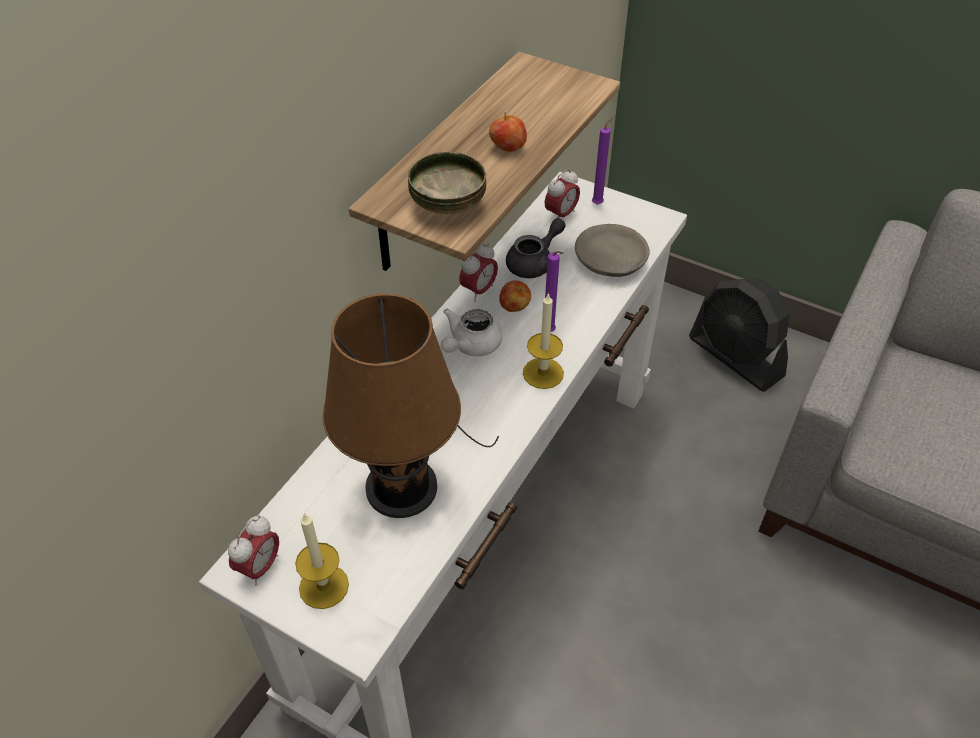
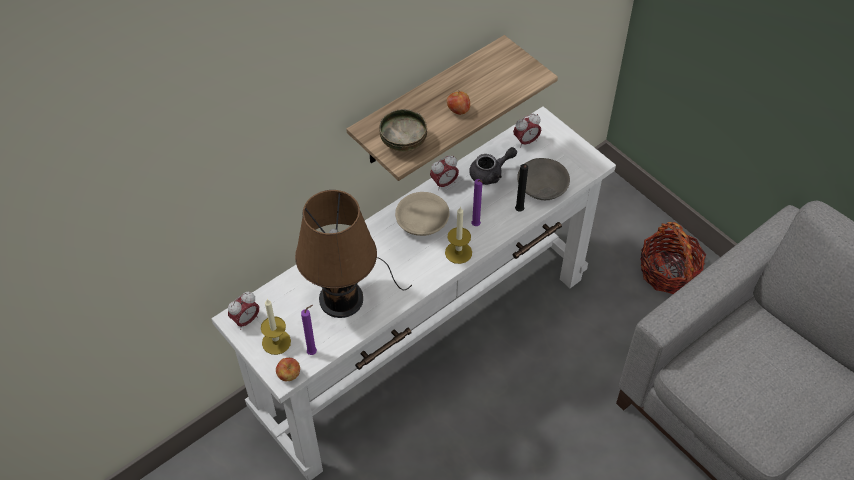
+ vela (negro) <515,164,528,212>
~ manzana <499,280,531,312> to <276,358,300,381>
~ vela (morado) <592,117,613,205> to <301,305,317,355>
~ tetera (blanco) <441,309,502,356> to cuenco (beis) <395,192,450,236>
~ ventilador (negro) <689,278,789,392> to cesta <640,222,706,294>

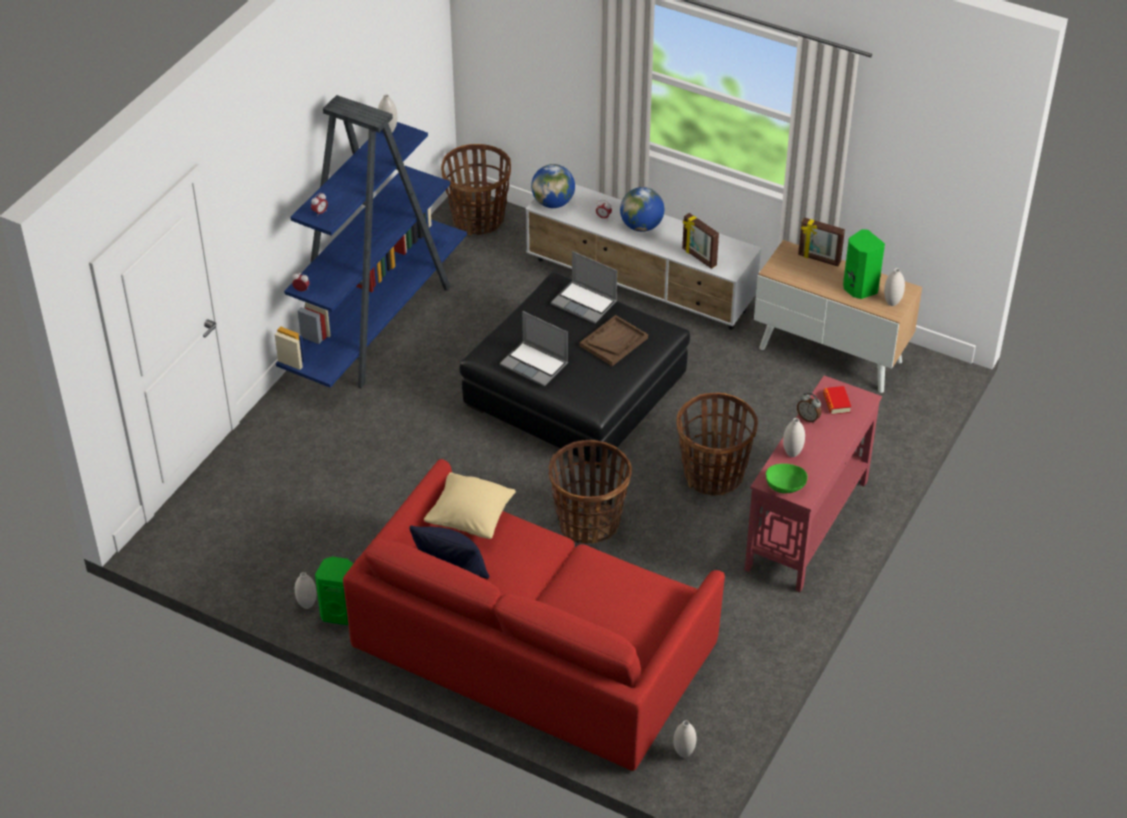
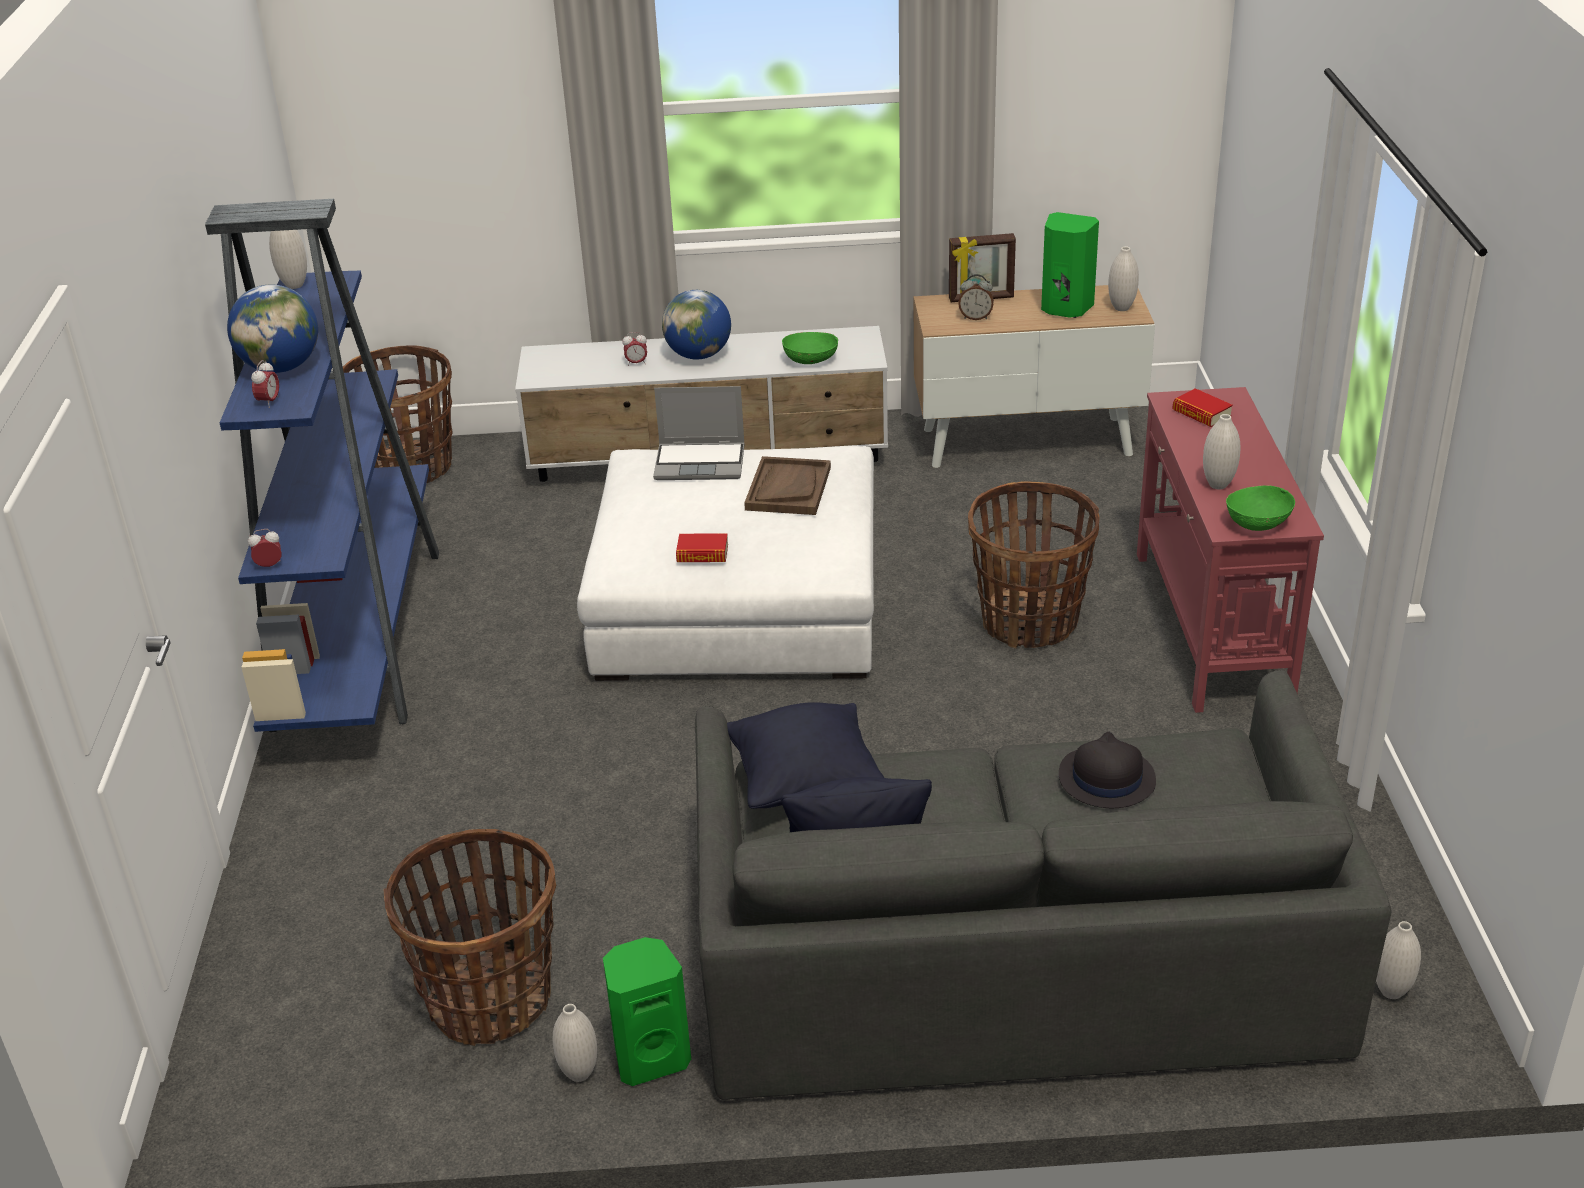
+ sombrero (negro) <1059,732,1156,808>
~ globo terráqueo <531,164,575,208> to <227,284,318,373>
~ cesta <549,440,632,544> to <384,829,556,1046>
~ despertador <797,393,821,423> to <958,274,994,320>
~ portátil <500,311,568,386> to libro <676,534,728,562>
~ portarretratos <682,213,719,269> to cuenco (verde) <782,332,839,364>
~ sofá (rojo) <343,459,725,771> to sofá (gris) <695,670,1392,1100>
~ cojín (beis) <424,472,516,539> to cojín (negro) <727,702,884,809>
~ puf (negro) <459,272,690,469> to puf (blanco) <577,446,874,681>

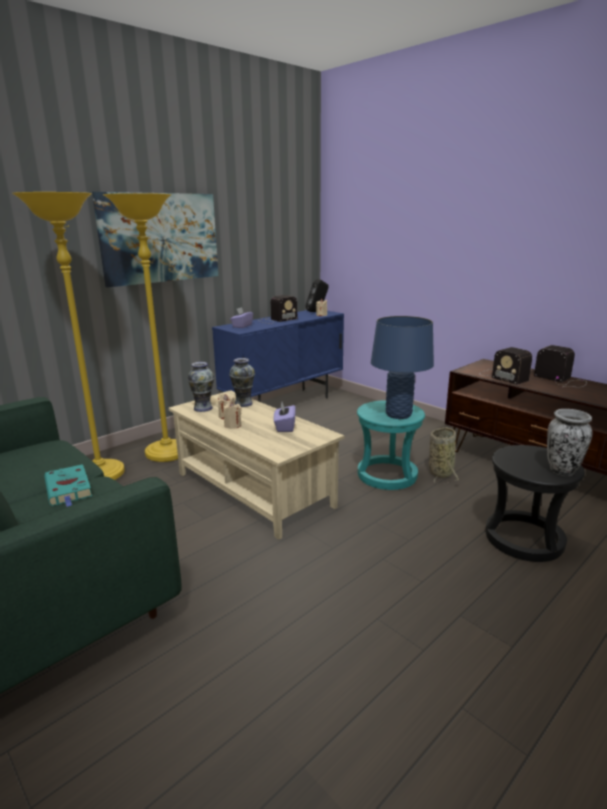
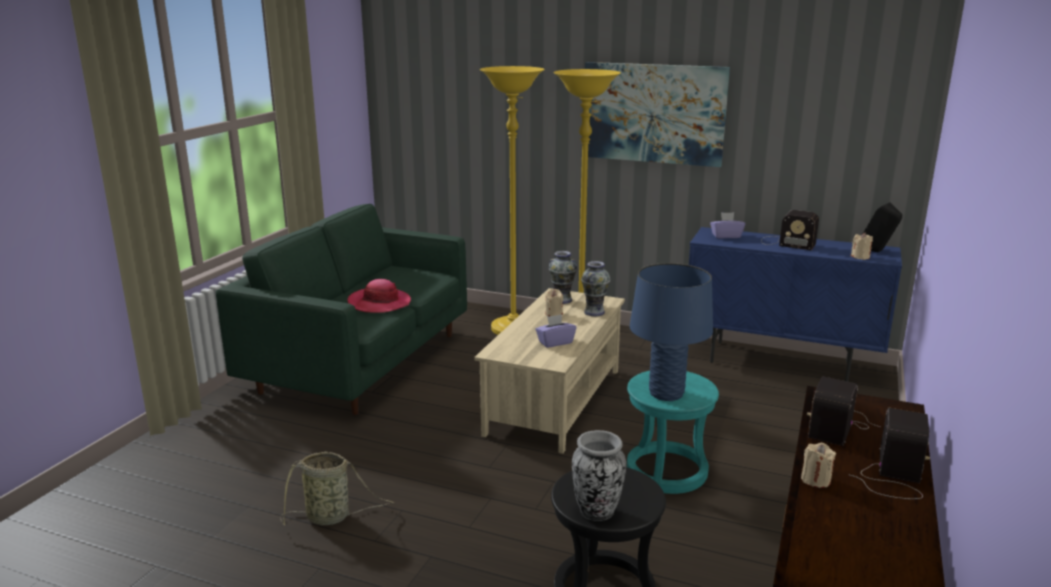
~ vela (beis) <223,402,242,429> to <801,443,836,488>
~ cesta <429,427,460,483> to <280,452,394,525>
~ libro (turquesa) <44,464,92,507> to sombrero <348,279,411,313>

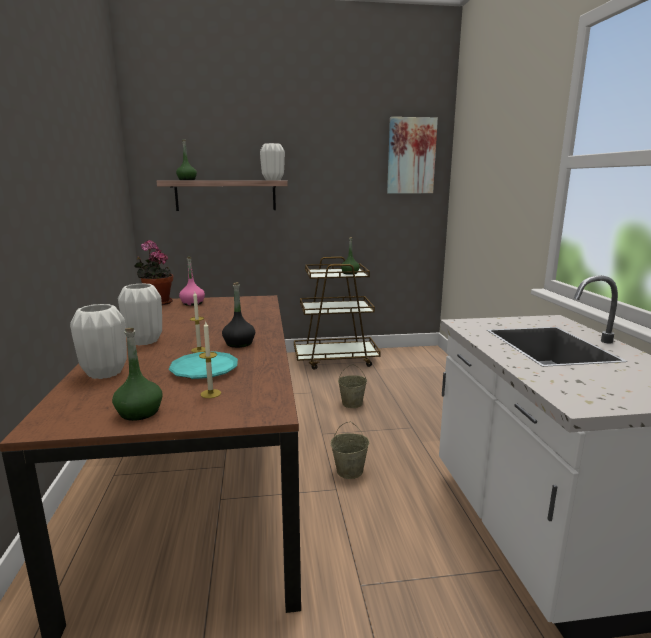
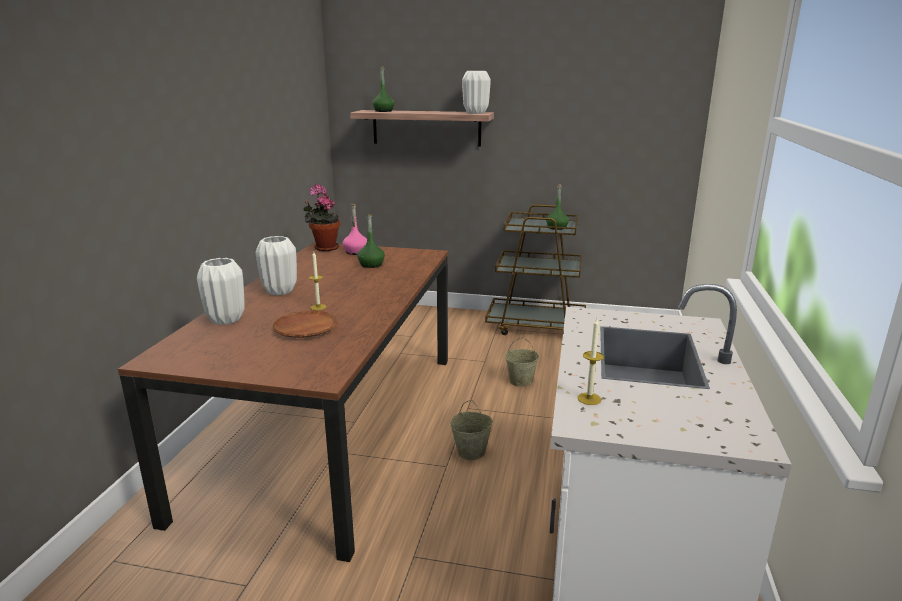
- botella (negro) <222,282,255,348>
- cuadro <387,117,438,193>
~ botella (verde) <112,328,163,421> to <357,214,385,268>
~ vela <199,321,221,398> to <577,318,604,405>
~ plato (turquesa) <169,351,238,379> to plato (marrón) <273,310,338,338>

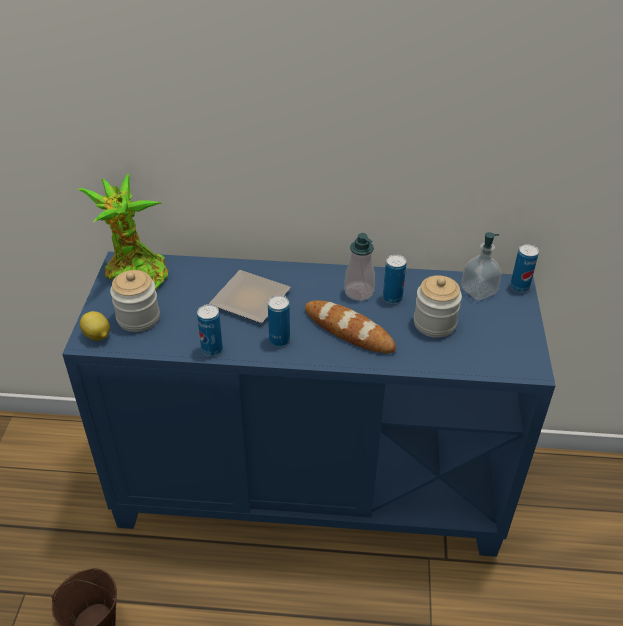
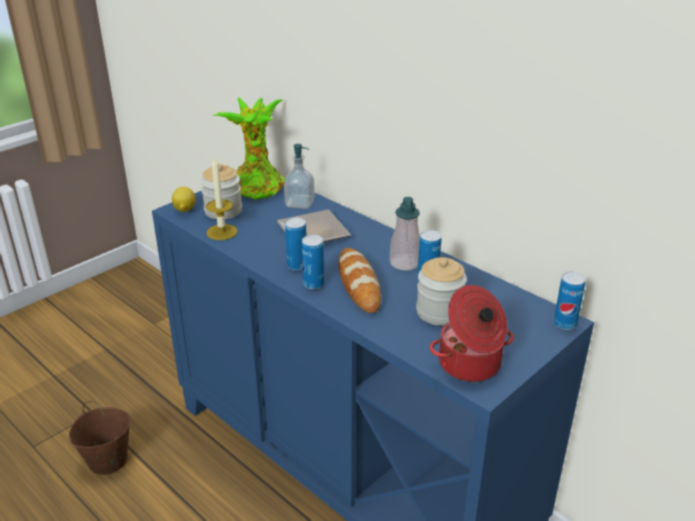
+ vela <206,157,238,240>
+ olla <430,285,514,382>
~ lata <197,304,223,356> to <302,235,324,289>
~ dispensador de jabón <461,232,502,300> to <284,144,315,209>

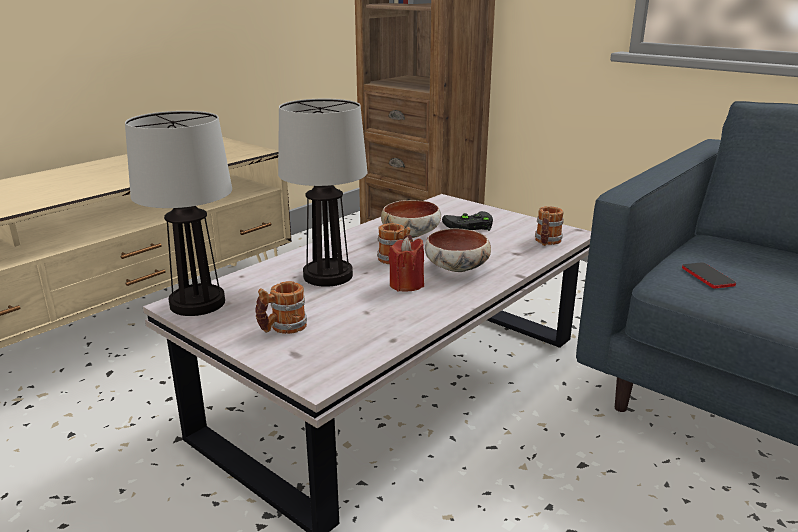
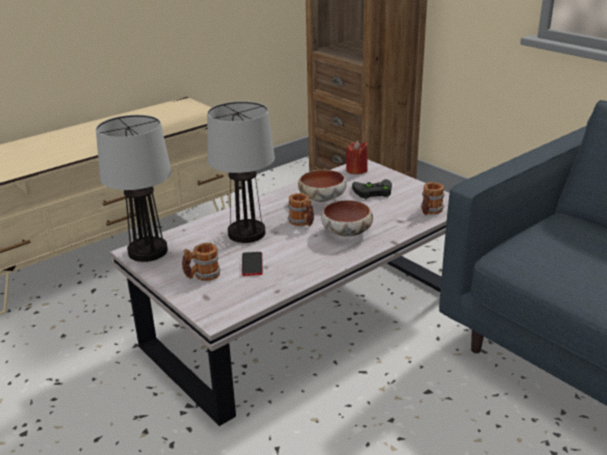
~ vela (rojo) <388,236,424,292> to <346,140,368,174>
~ móvil <682,262,736,289> to <242,252,263,276>

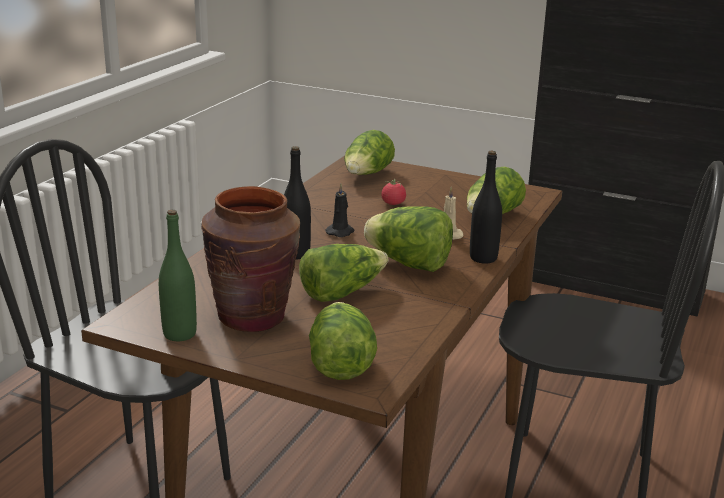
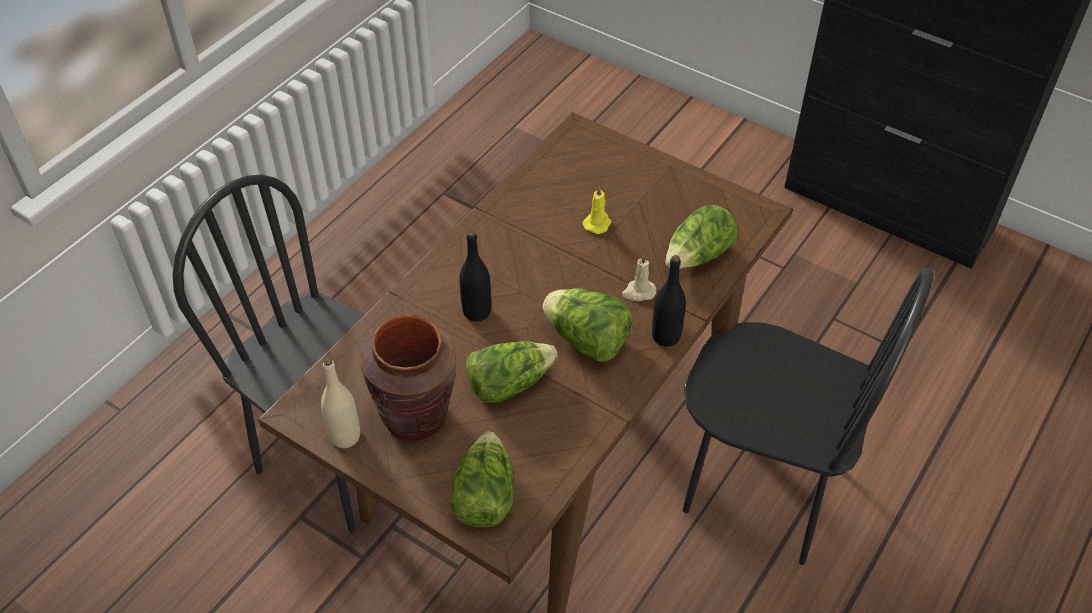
- vela (negro) <325,184,354,237>
- lechuga <344,130,395,175>
~ tomate <381,179,406,205> to vela (amarillo) <583,186,612,234>
~ botella (verde) <159,210,197,341> to botella (beis) <321,357,360,448>

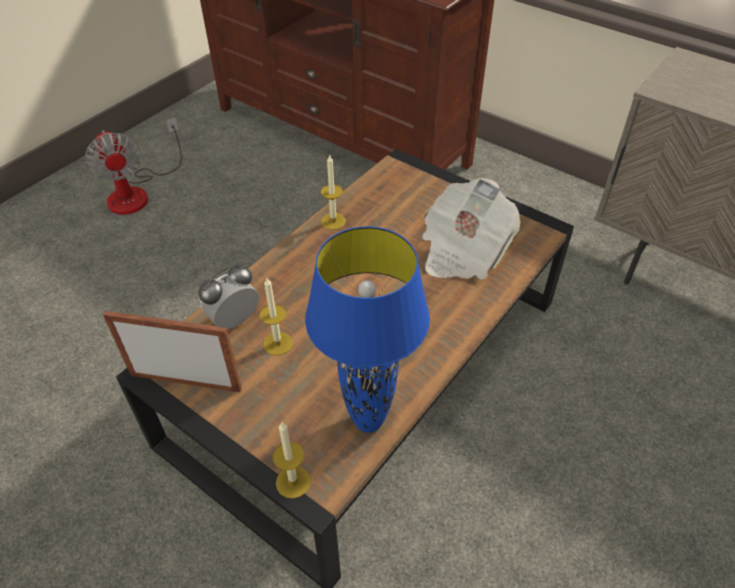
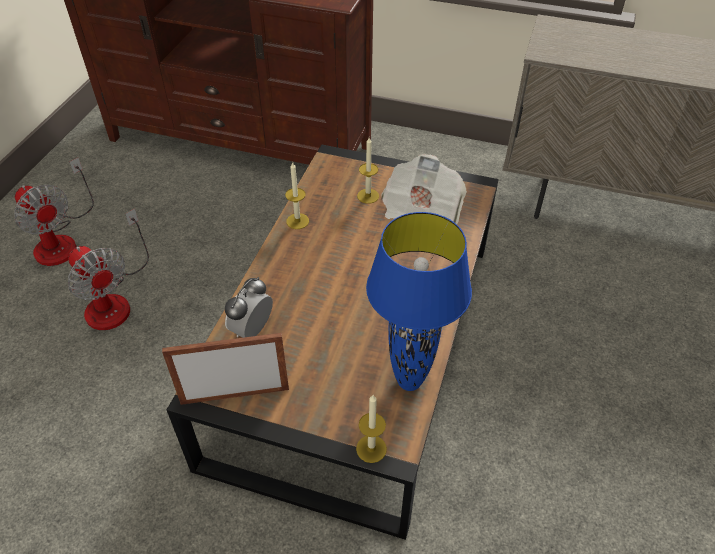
+ ventilador <68,209,149,330>
~ vela <260,278,293,355> to <357,138,379,204>

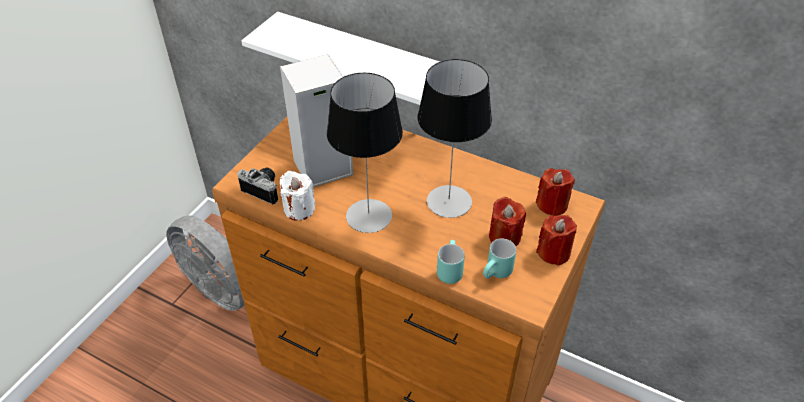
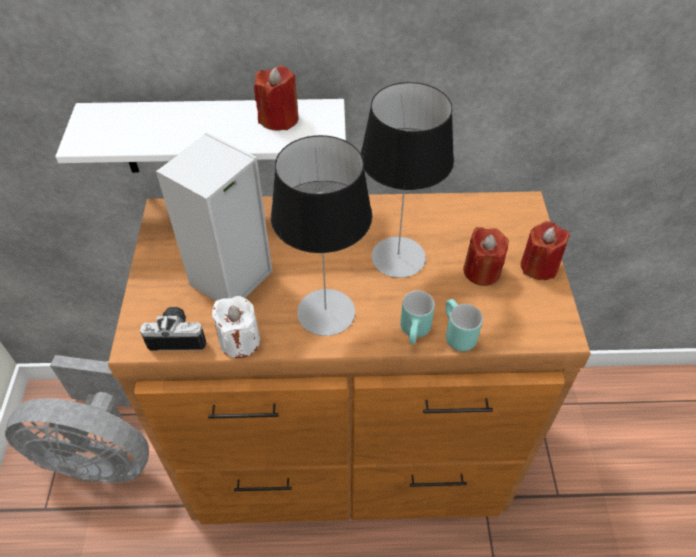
~ taza grande (turquesa) <483,238,516,279> to <400,291,435,344>
~ vela (rojo) <536,168,575,216> to <254,66,299,131>

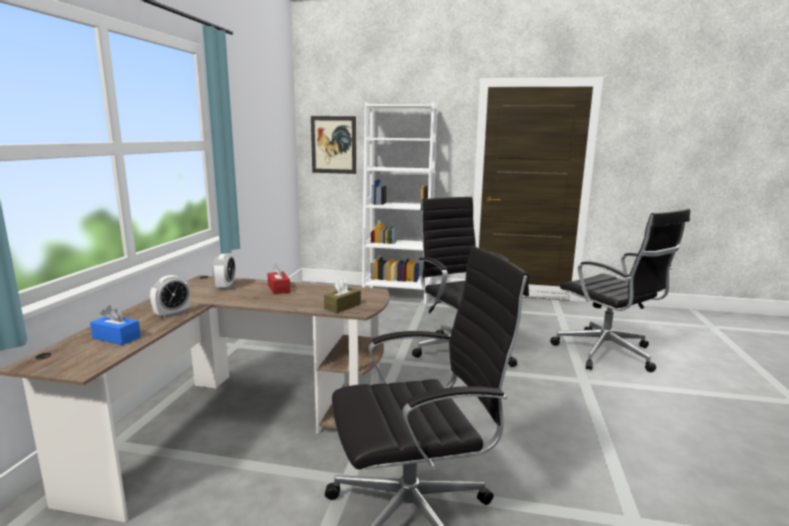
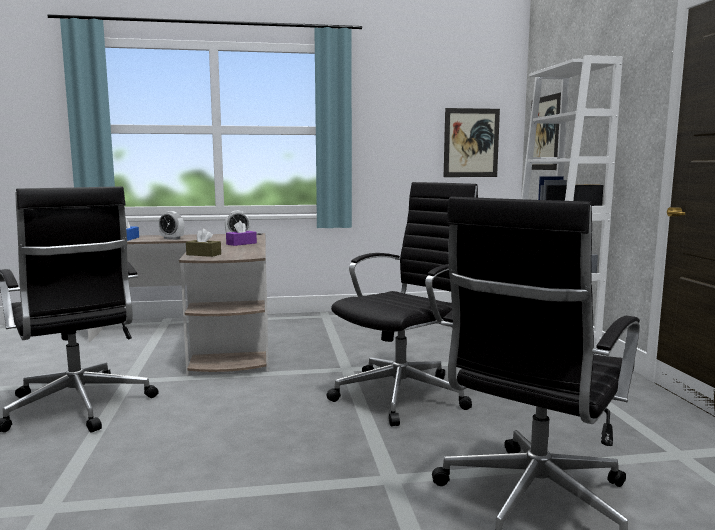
+ cuadro <444,108,500,177>
~ caja de pañuelos (rojo) <267,264,290,294> to caja de pañuelos (morado) <226,221,257,246>

